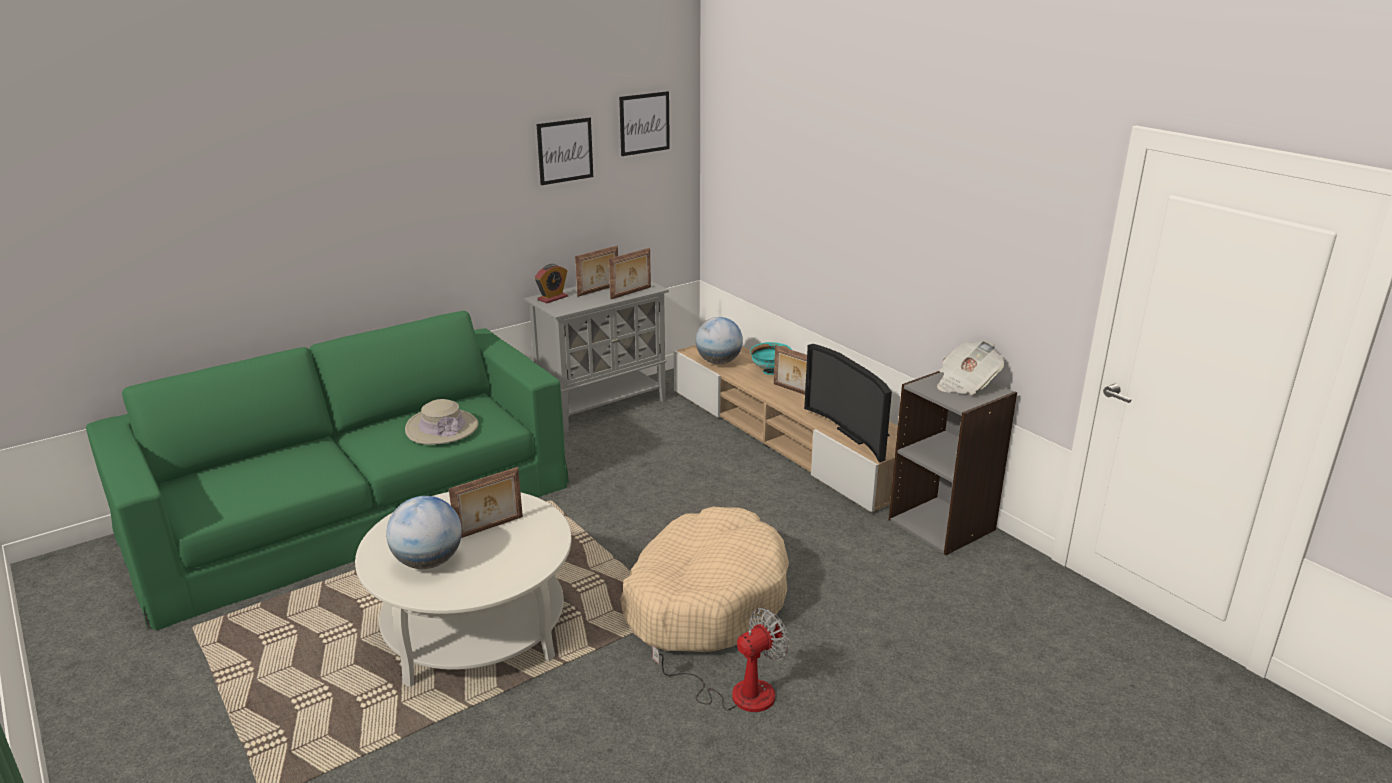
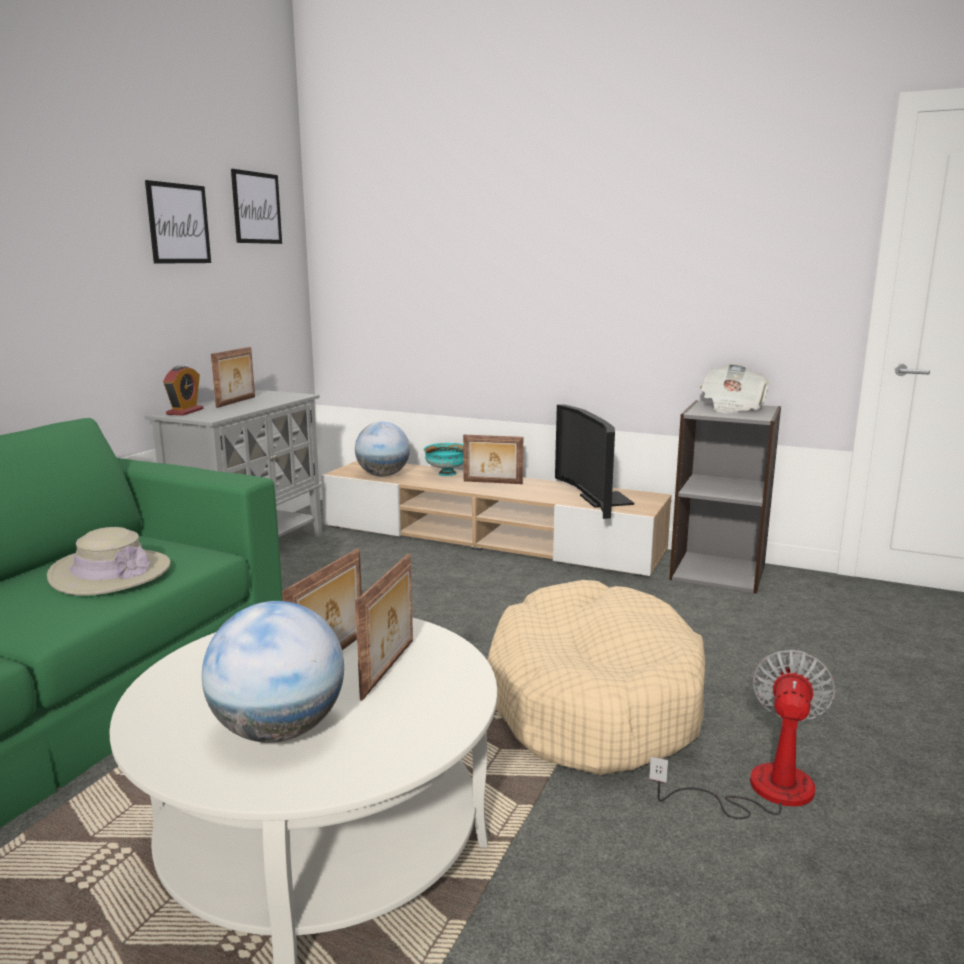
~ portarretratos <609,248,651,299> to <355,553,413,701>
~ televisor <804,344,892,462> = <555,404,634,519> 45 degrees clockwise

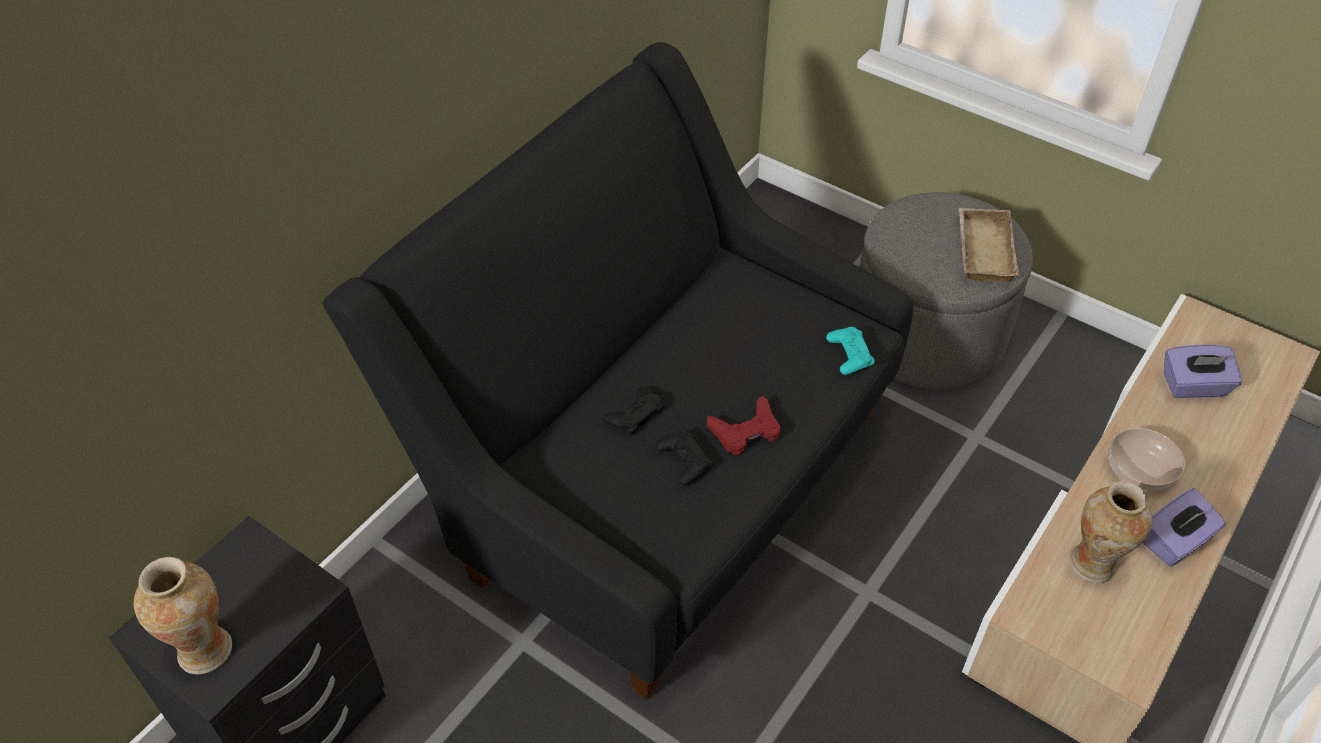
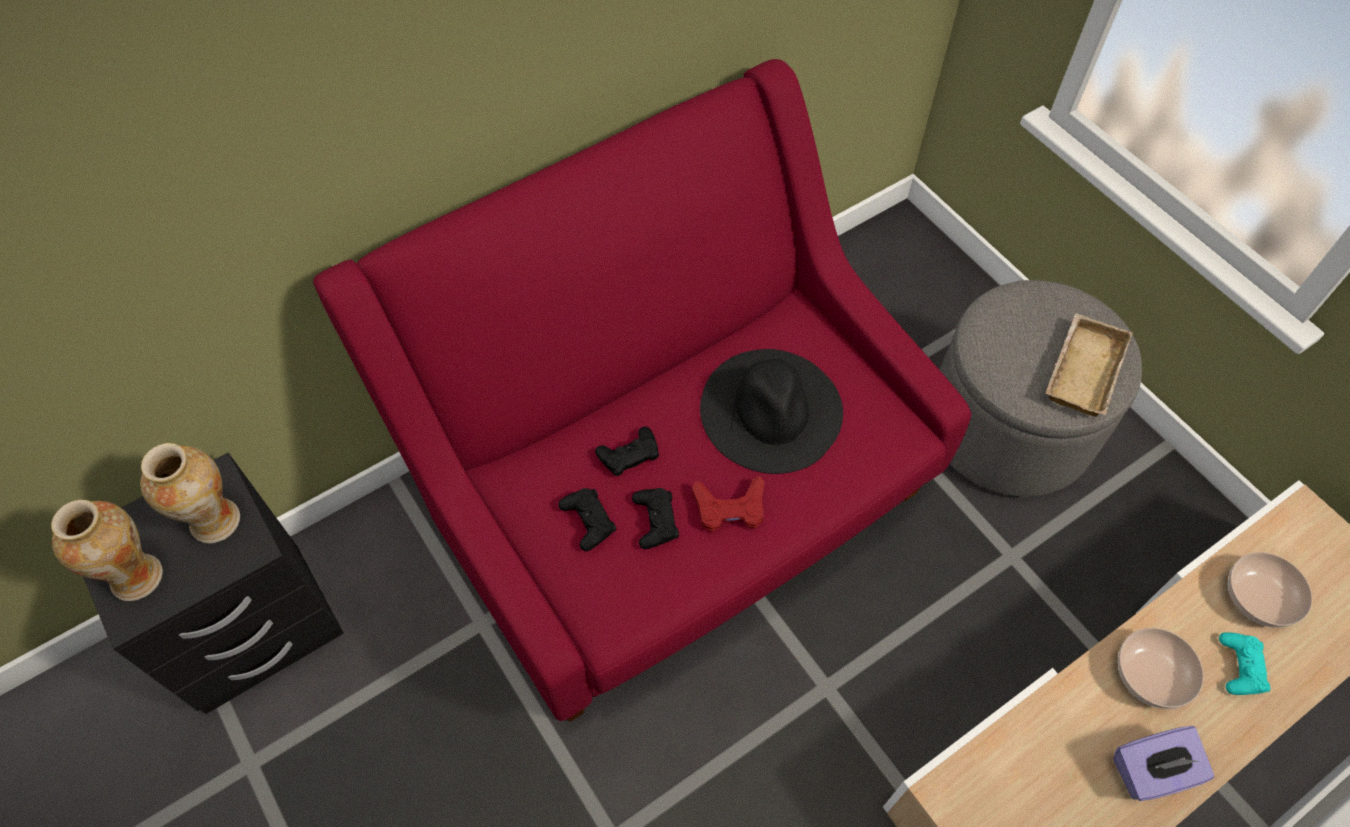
+ mando de consola (negro) <558,488,616,551>
+ sombrero (negro) <700,349,843,474>
~ mando de consola (turquesa) <826,327,875,375> to <1219,632,1270,695>
~ florero <1069,481,1153,583> to <140,443,240,543>
~ caja de pañuelos (morado) <1163,344,1242,398> to cuenco <1228,552,1313,628>
~ sofá (negro) <323,42,913,700> to sofá (rojo) <313,59,971,722>

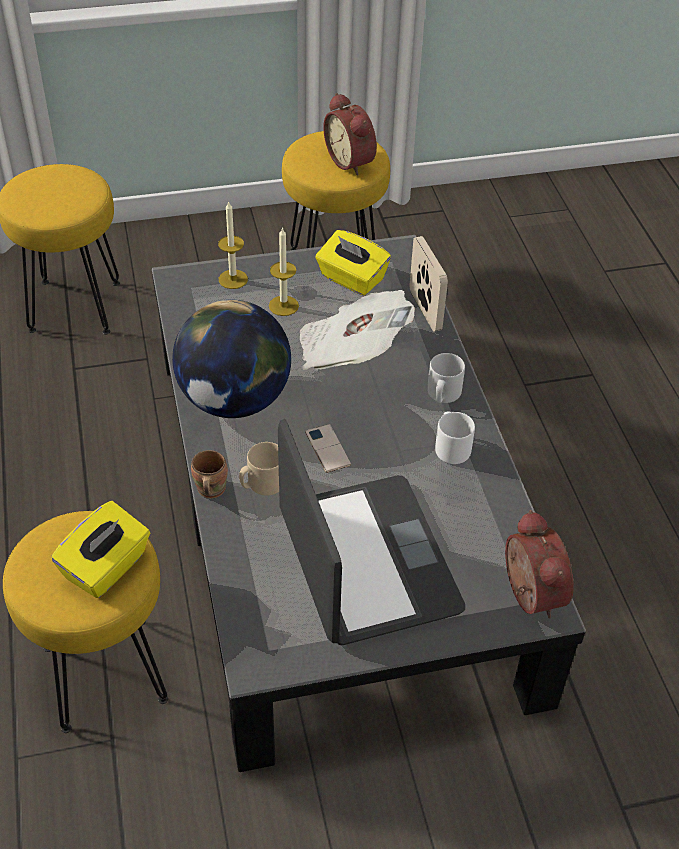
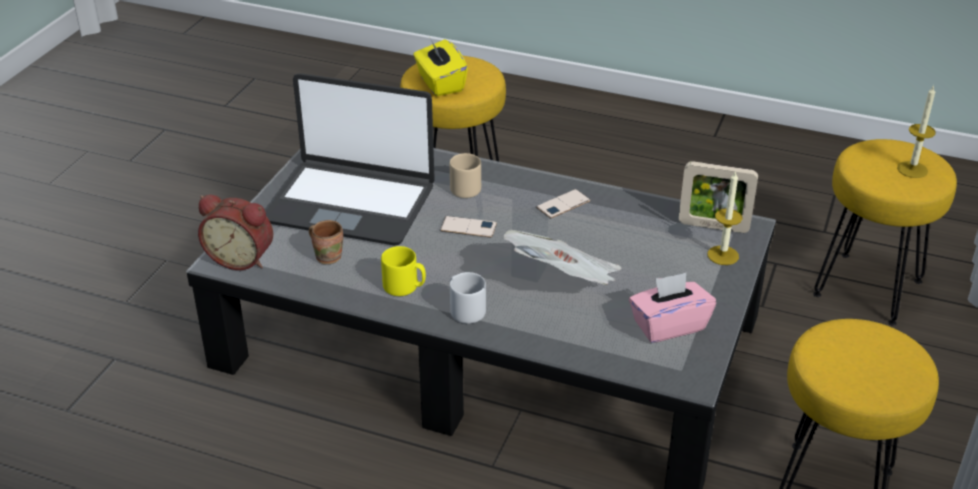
- despertador <323,93,377,176>
~ taza grande (marrón) <191,450,228,498> to <309,220,343,264>
~ vela <269,227,299,316> to <897,85,936,178>
~ portarretratos <410,236,448,332> to <679,161,758,233>
~ globo terráqueo <172,300,291,418> to móvil <536,189,591,218>
~ caja de pañuelos (amarillo) <315,230,391,296> to caja de pañuelos (rosa) <629,273,716,343>
~ taza grande (blanco) <435,412,475,464> to taza grande (amarillo) <381,246,426,296>

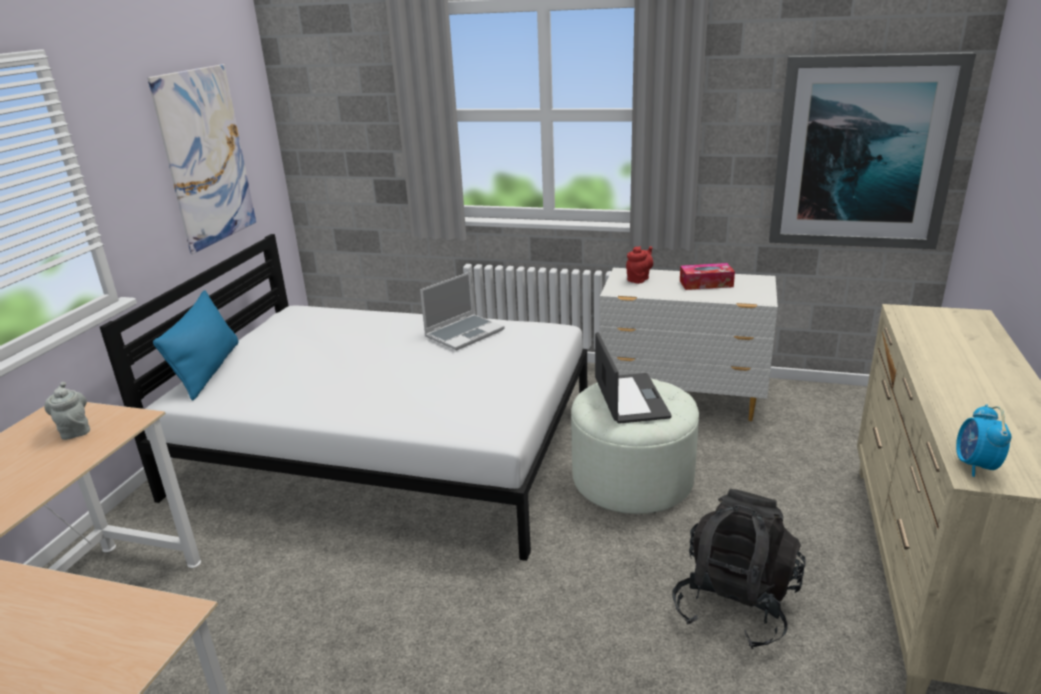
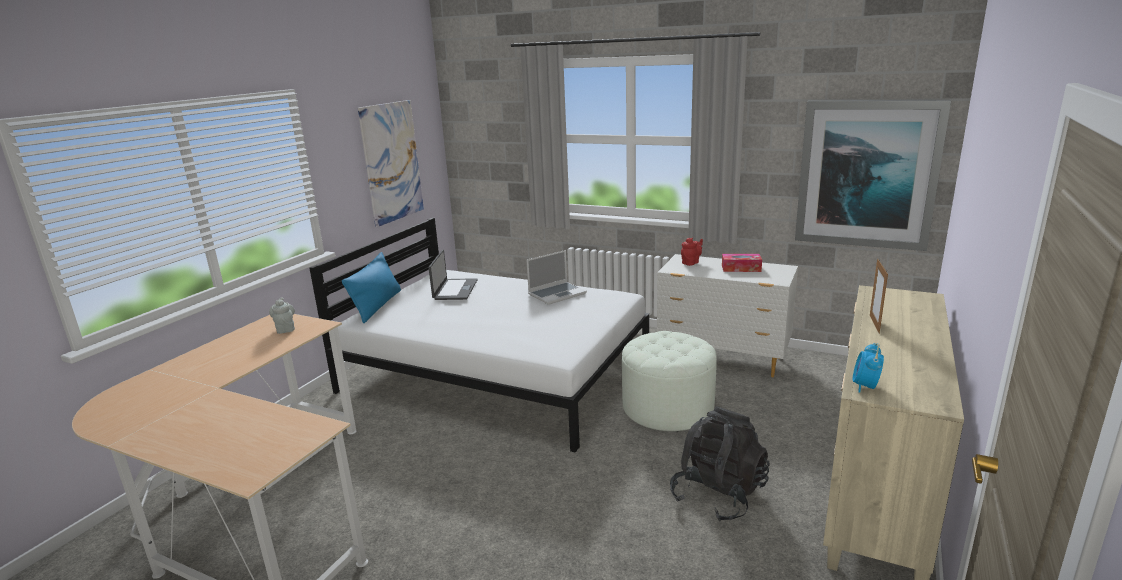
+ portarretratos <870,259,888,334>
~ portátil <595,332,672,424> to <428,250,478,300>

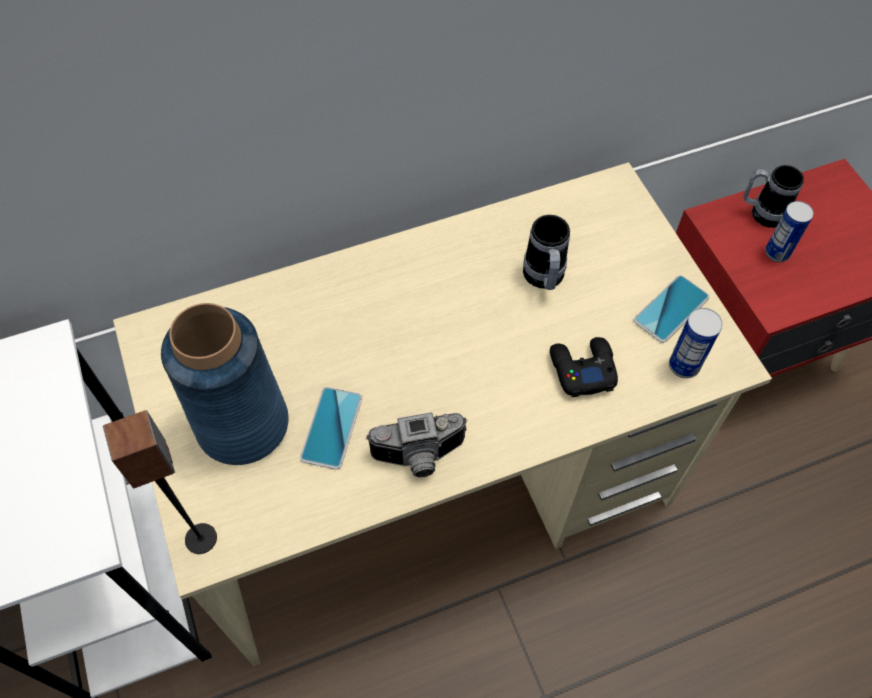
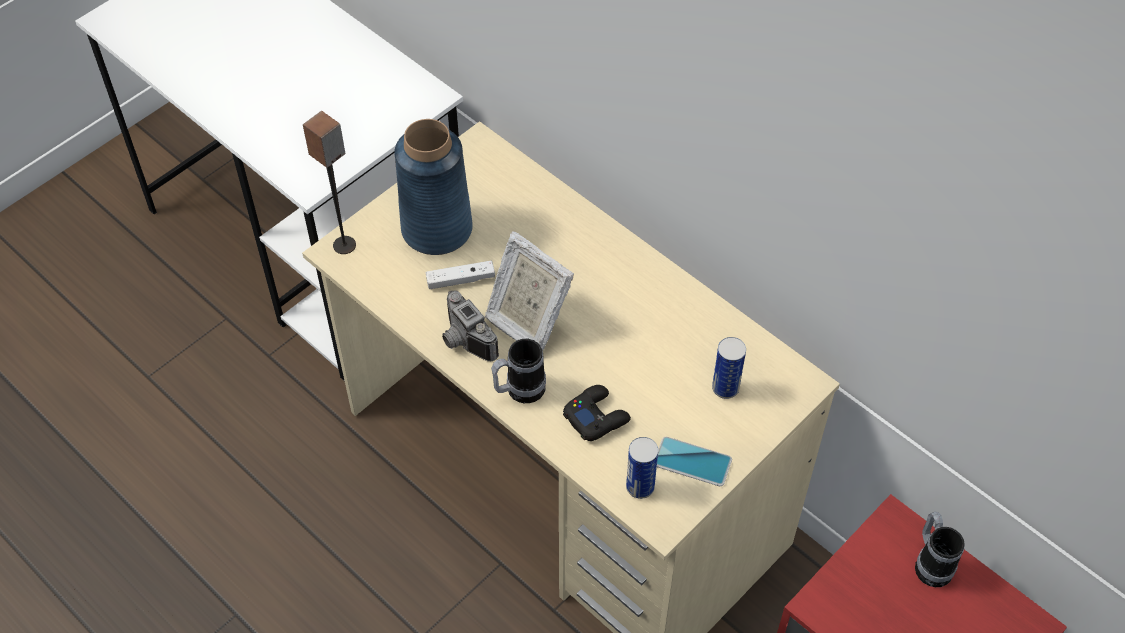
+ portarretratos <485,231,574,351>
~ taza grande <523,215,570,290> to <491,339,546,403>
~ lata <765,201,814,262> to <712,337,746,399>
~ móvil <300,387,362,469> to mando de consola (blanco) <426,261,495,289>

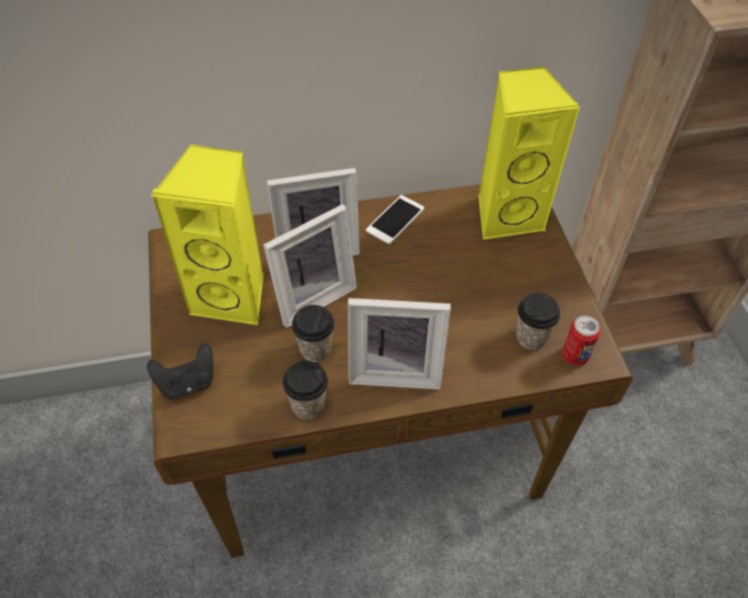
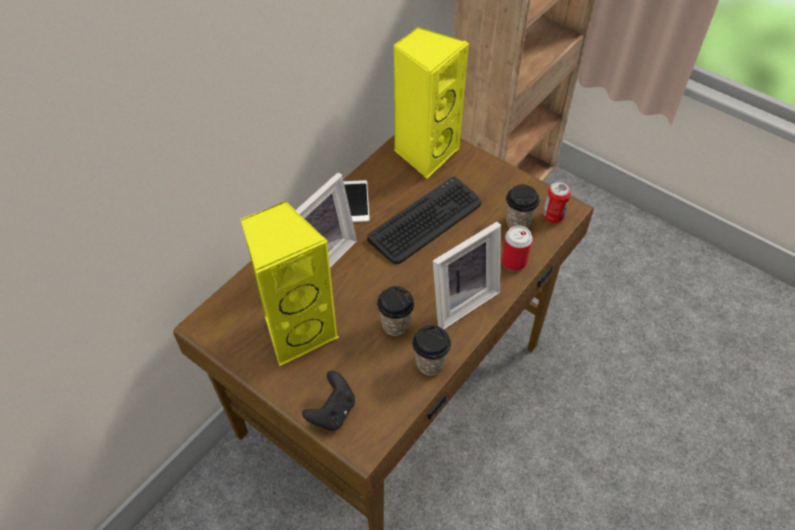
- portarretratos <263,204,357,328>
+ teclado <367,176,481,264>
+ lata <501,225,533,271>

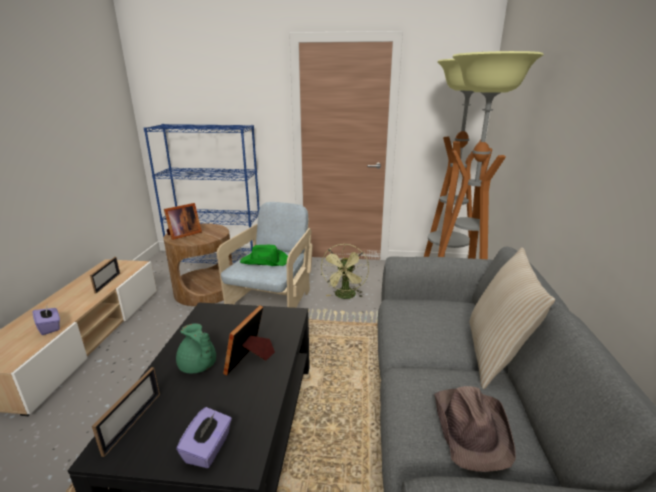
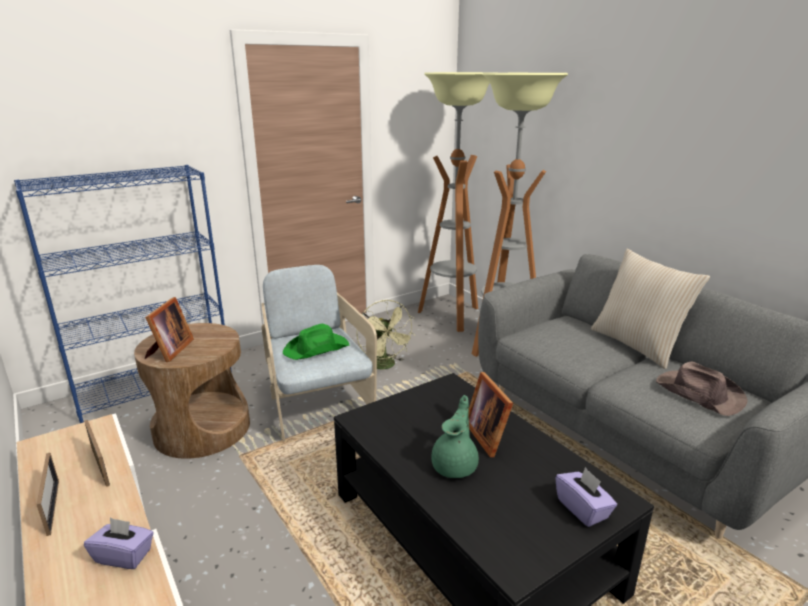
~ portarretratos <92,367,160,457> to <36,453,59,536>
~ tetera (verde) <176,324,216,374> = <431,395,479,478> 75 degrees counterclockwise

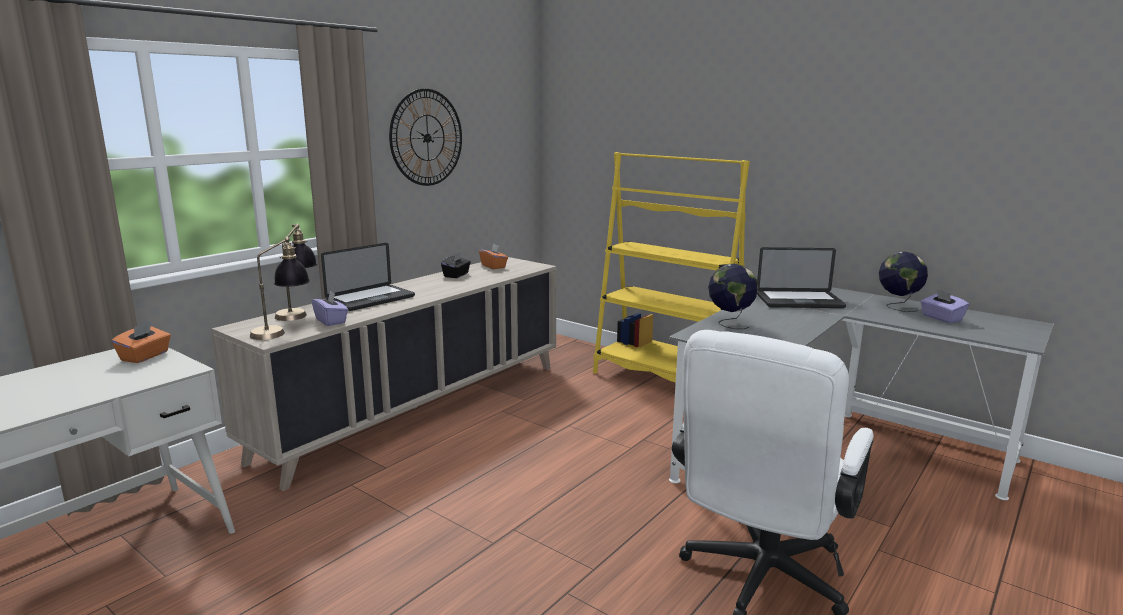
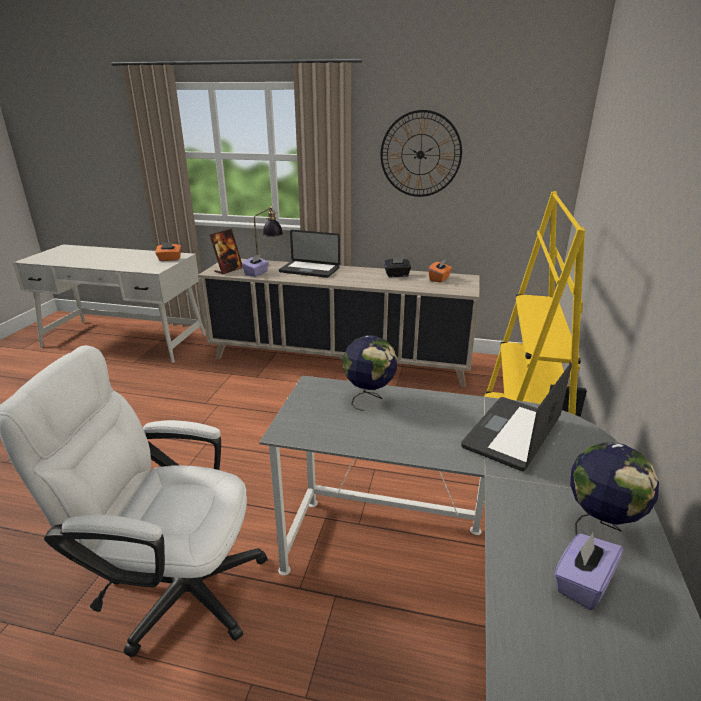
~ lámpara de mesa <250,237,310,340> to portarretratos <210,229,243,275>
~ portátil <757,247,846,308> = <461,363,572,471> 60 degrees clockwise

